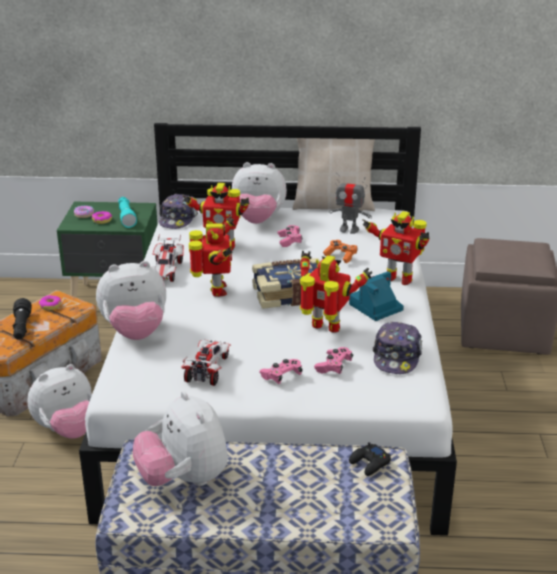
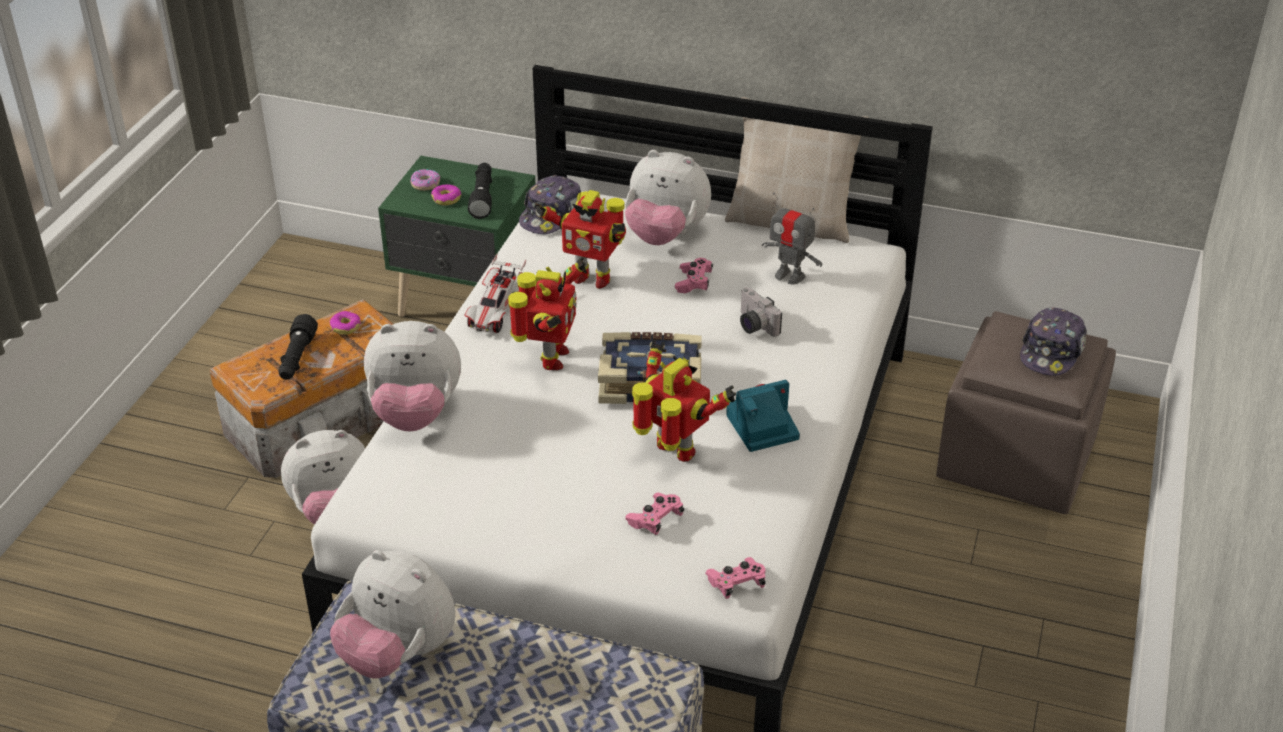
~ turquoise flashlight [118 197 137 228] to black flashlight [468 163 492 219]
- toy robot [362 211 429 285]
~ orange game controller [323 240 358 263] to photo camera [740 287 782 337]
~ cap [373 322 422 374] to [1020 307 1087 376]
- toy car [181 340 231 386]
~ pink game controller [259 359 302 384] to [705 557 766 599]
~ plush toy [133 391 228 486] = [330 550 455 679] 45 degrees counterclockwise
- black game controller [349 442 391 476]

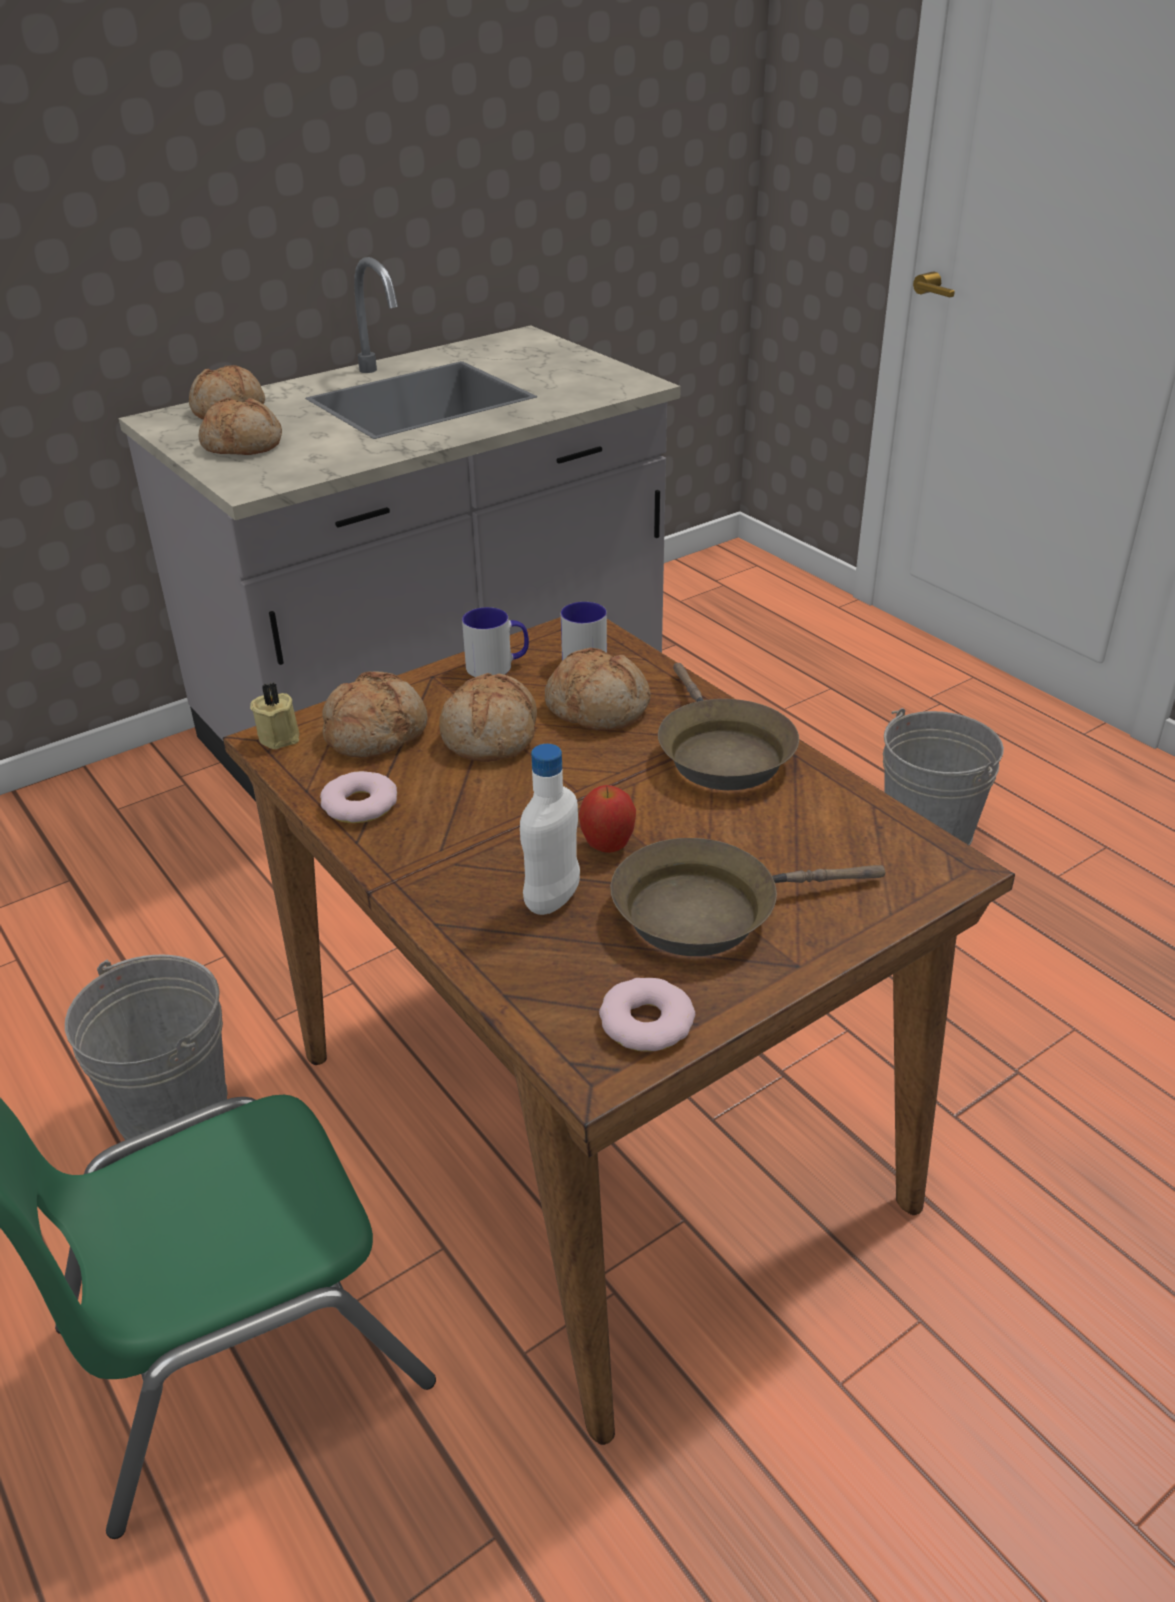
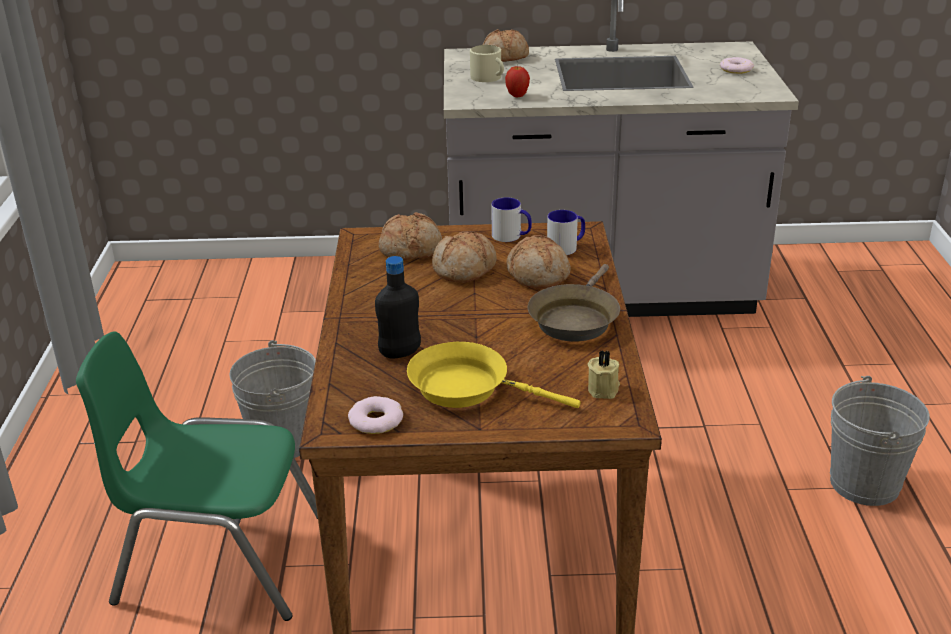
~ bread [199 398 282 455] to beige mug [470 45 504 82]
~ beige candle [250 683 299 749] to [588 350 620 399]
~ white bottle [520 744 580 915] to black bottle [375 256 421 358]
~ donut [320 771 397 823] to [720 57 754 74]
~ apple [579 785 636 853] to [505 64 530 97]
~ brown frying pan [610 838 885 956] to yellow frying pan [407 342 581 408]

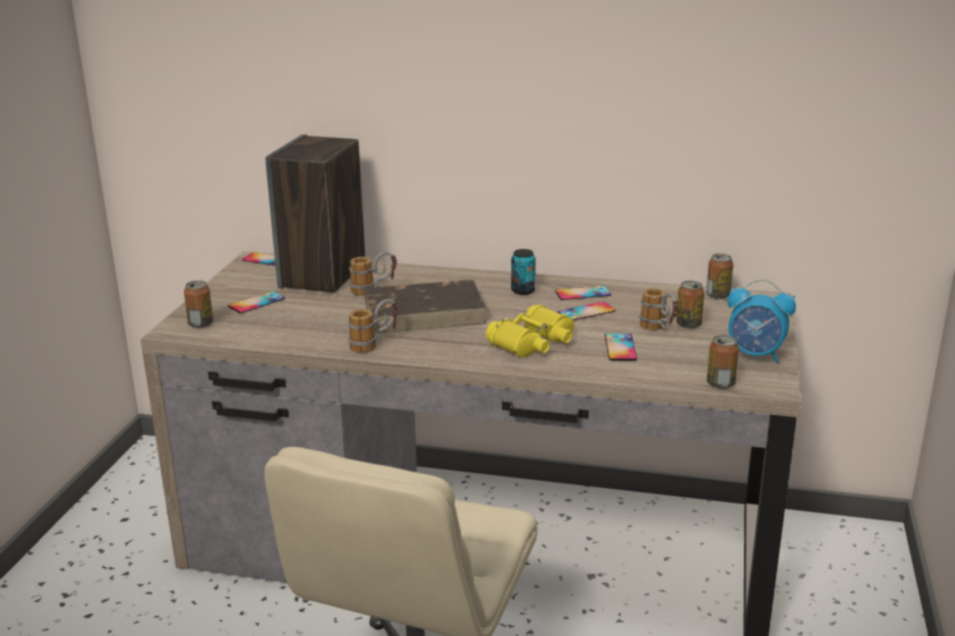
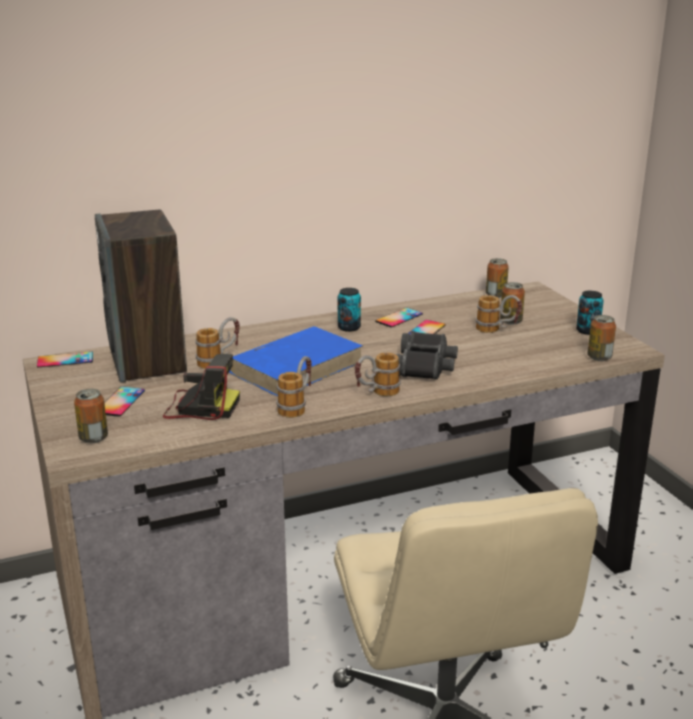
~ alarm clock [727 279 796 363] to can [576 291 604 335]
~ brown book [364 280 486 333] to blue book [229 326 363 397]
~ yellow binoculars [486 305 574 357] to black binoculars [395 331 458 380]
- phone [605 333 637 361]
+ mug [355 353 401 396]
+ photo camera [163 354 240 420]

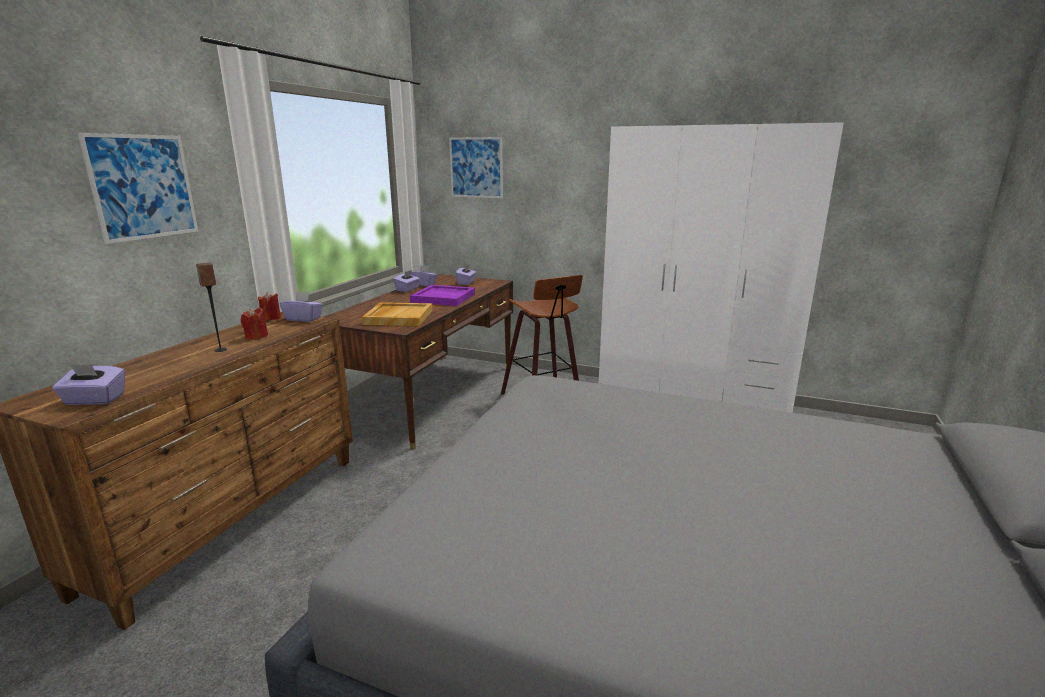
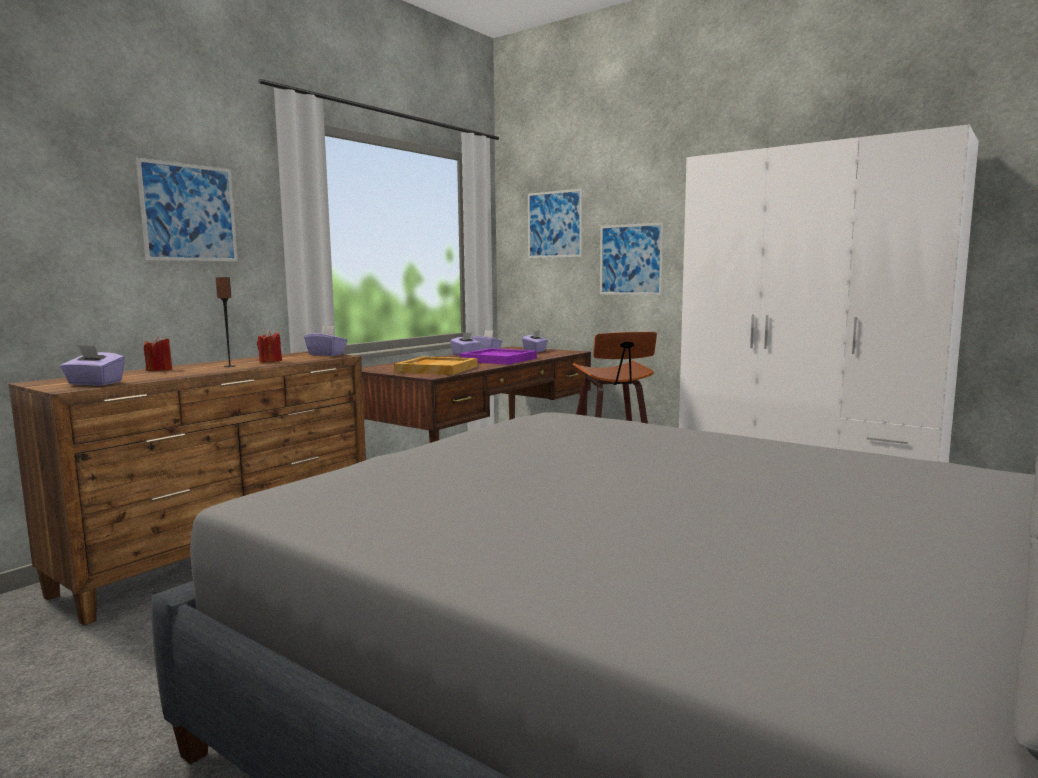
~ red candle [258 292 281 320] to [144 336 172 371]
+ picture [600 222 664 295]

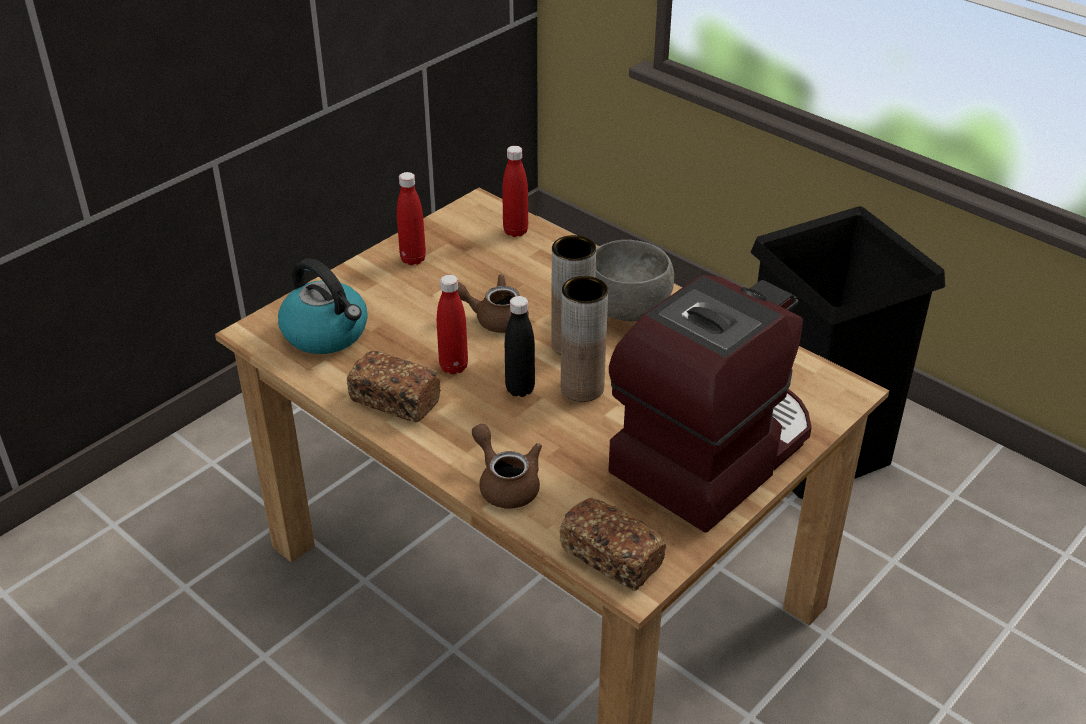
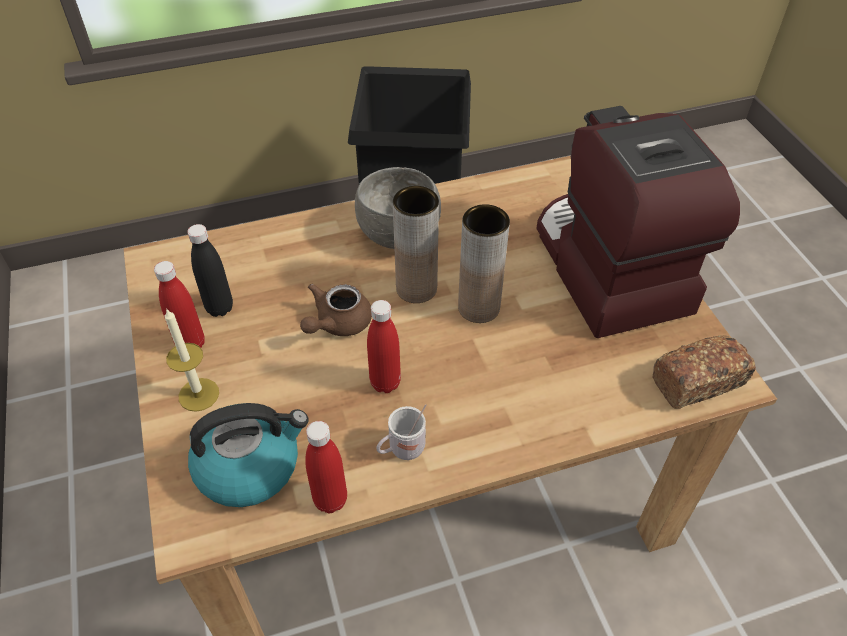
~ red bottle [502 146 528 237] to [305 421 347 513]
~ black bottle [505 296 535 397] to [187 224 233 317]
~ bread [347 351 441 422] to white mug [377 404 427 460]
- brown teapot [472 424 542 509]
+ candle [165 308 219 412]

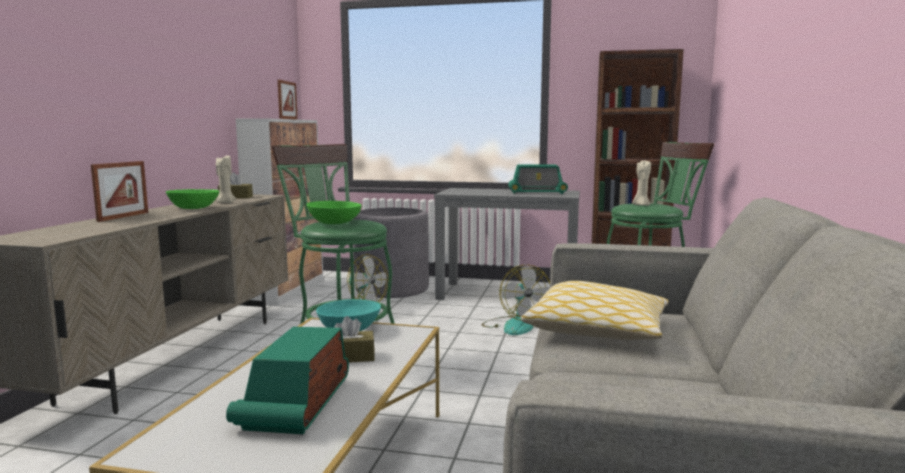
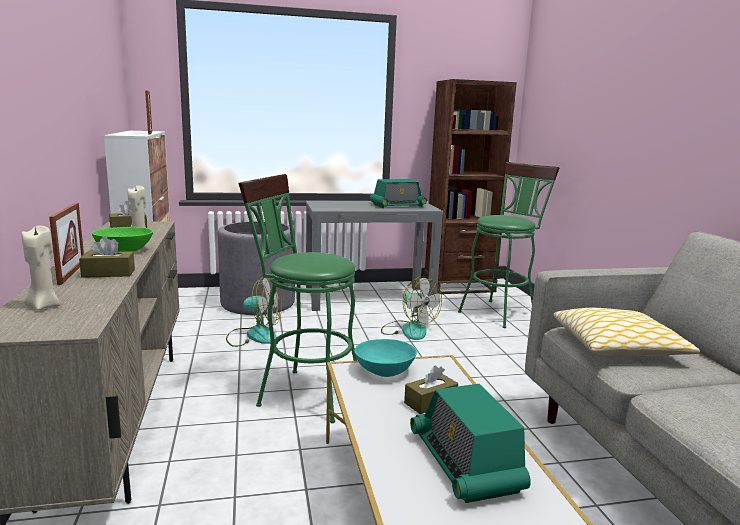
~ beige candle [632 160 651 206] to [21 226 60 310]
- green bowl [306 201 362 224]
+ brown tissue box [79 236 135 278]

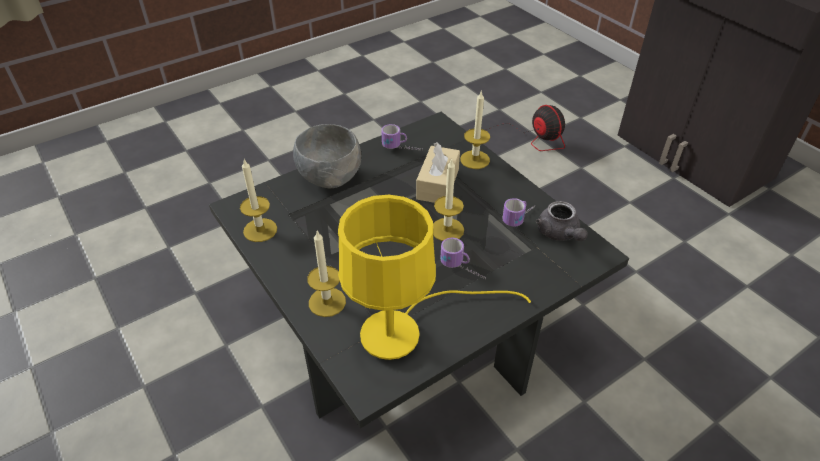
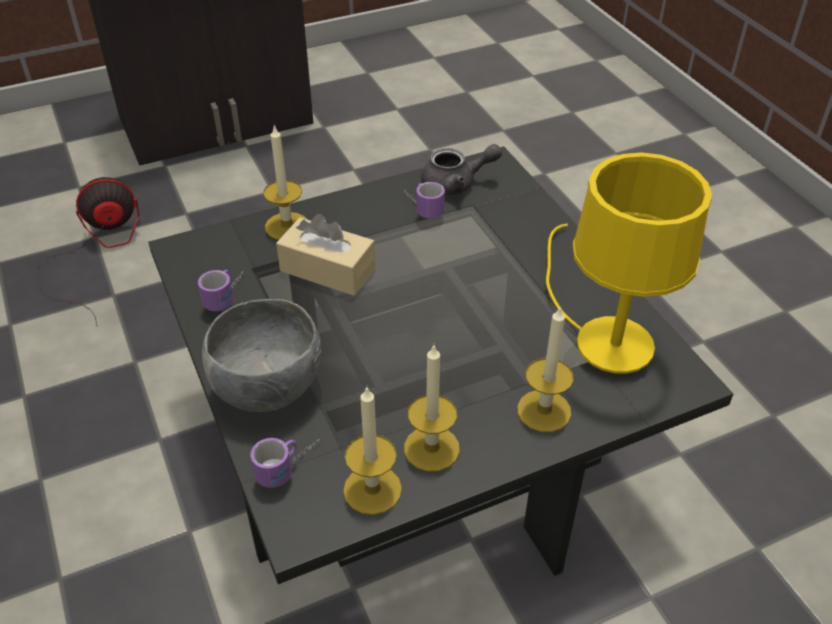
~ candle [433 158 464 241] to [404 344 460 472]
~ mug [440 238 486 280] to [250 438 320 488]

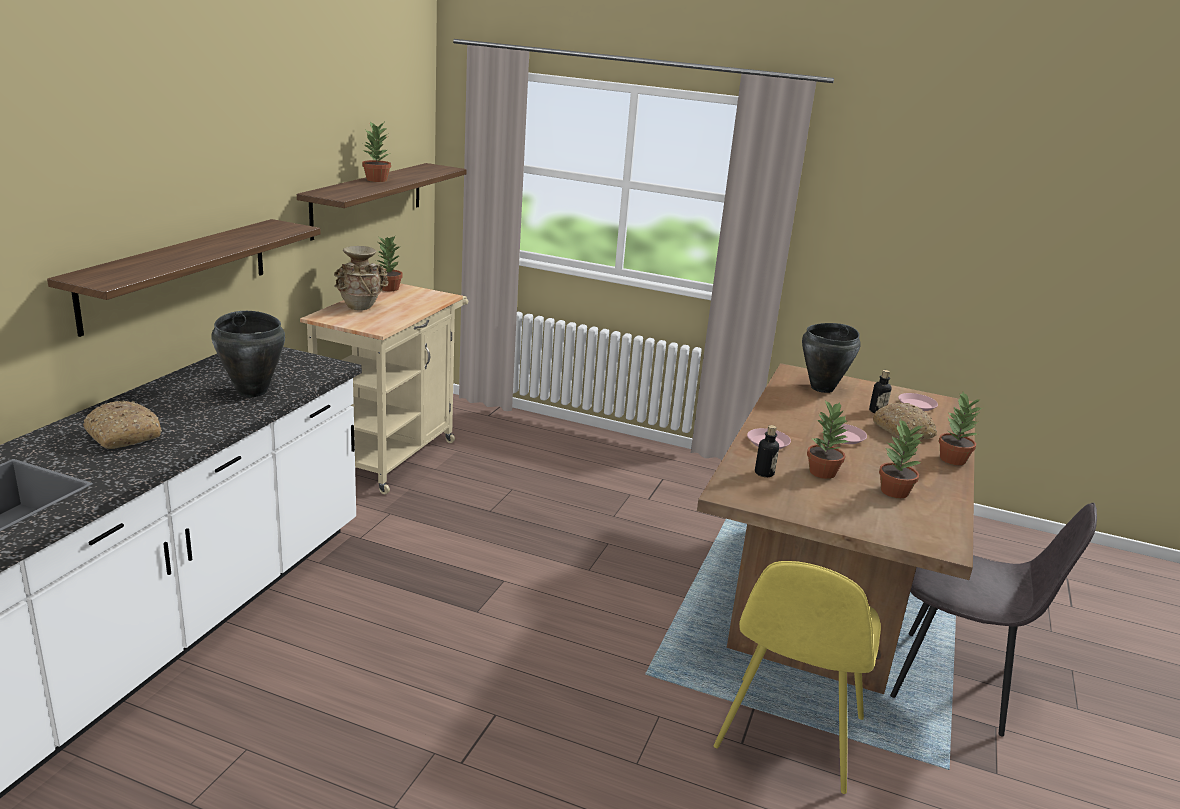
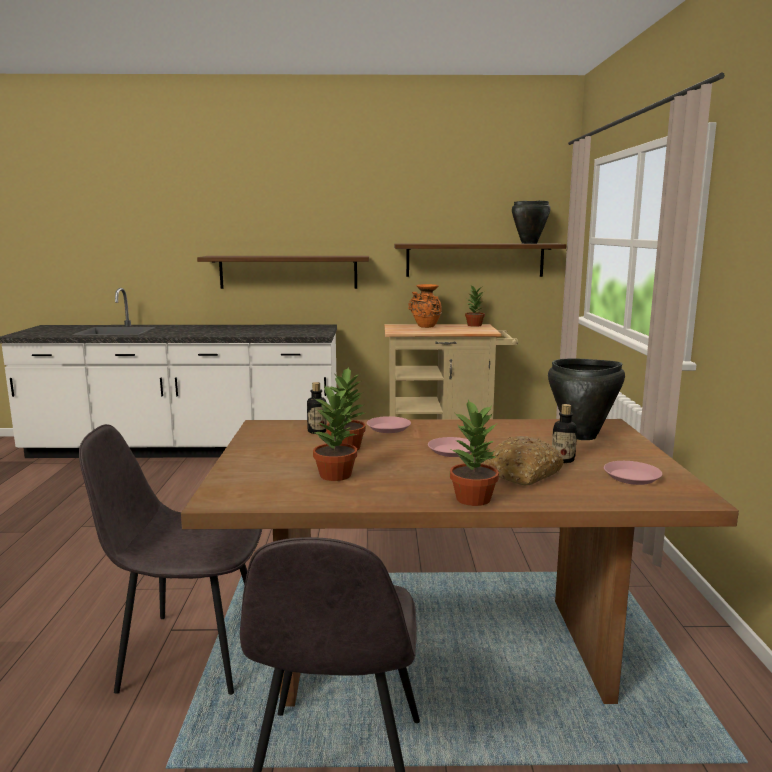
- potted plant [362 121 391 182]
~ beige vase [334 246 389 310] to orange vase [408 284 442 328]
~ black cooking pot [211 311 285 397] to [512 201 551 244]
- bread [83 400 162 449]
~ yellow chair [714 561 881 794] to grey chair [79 424 262 695]

